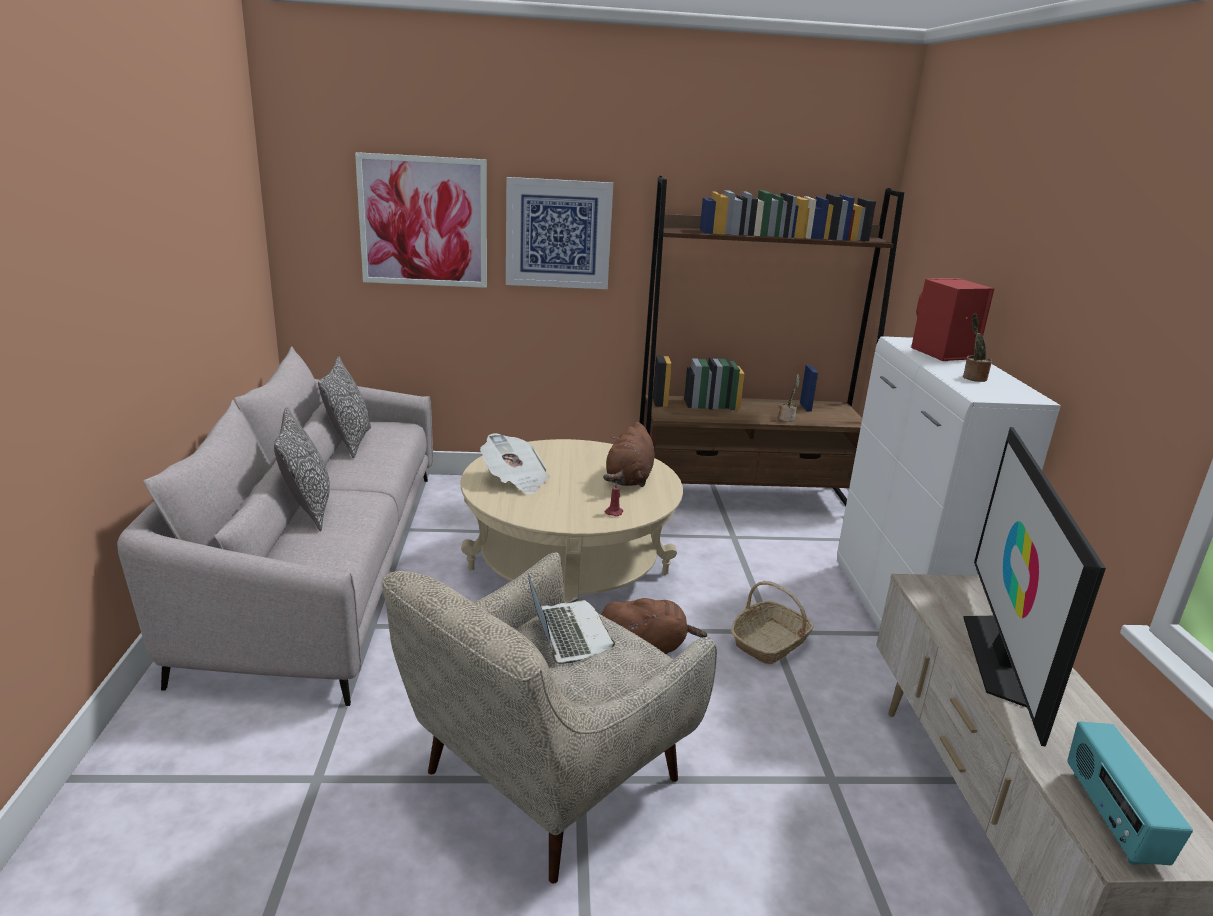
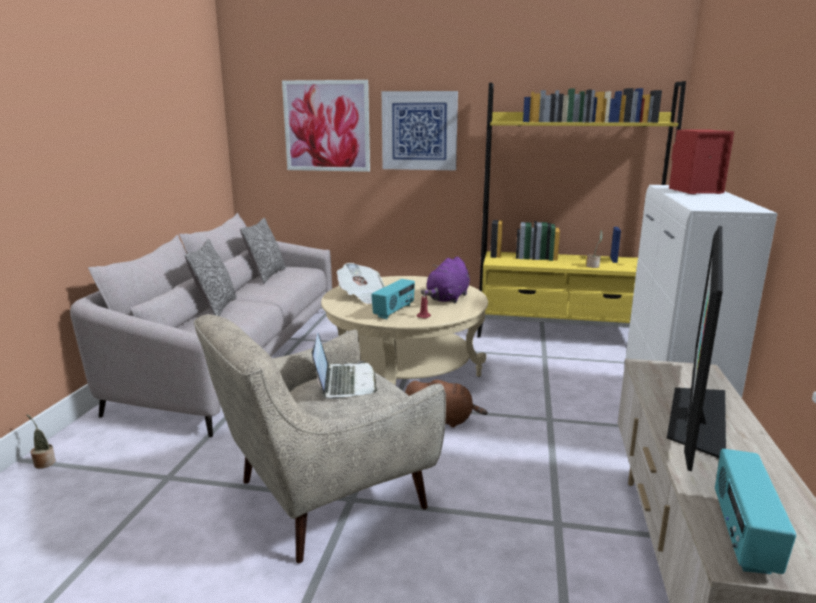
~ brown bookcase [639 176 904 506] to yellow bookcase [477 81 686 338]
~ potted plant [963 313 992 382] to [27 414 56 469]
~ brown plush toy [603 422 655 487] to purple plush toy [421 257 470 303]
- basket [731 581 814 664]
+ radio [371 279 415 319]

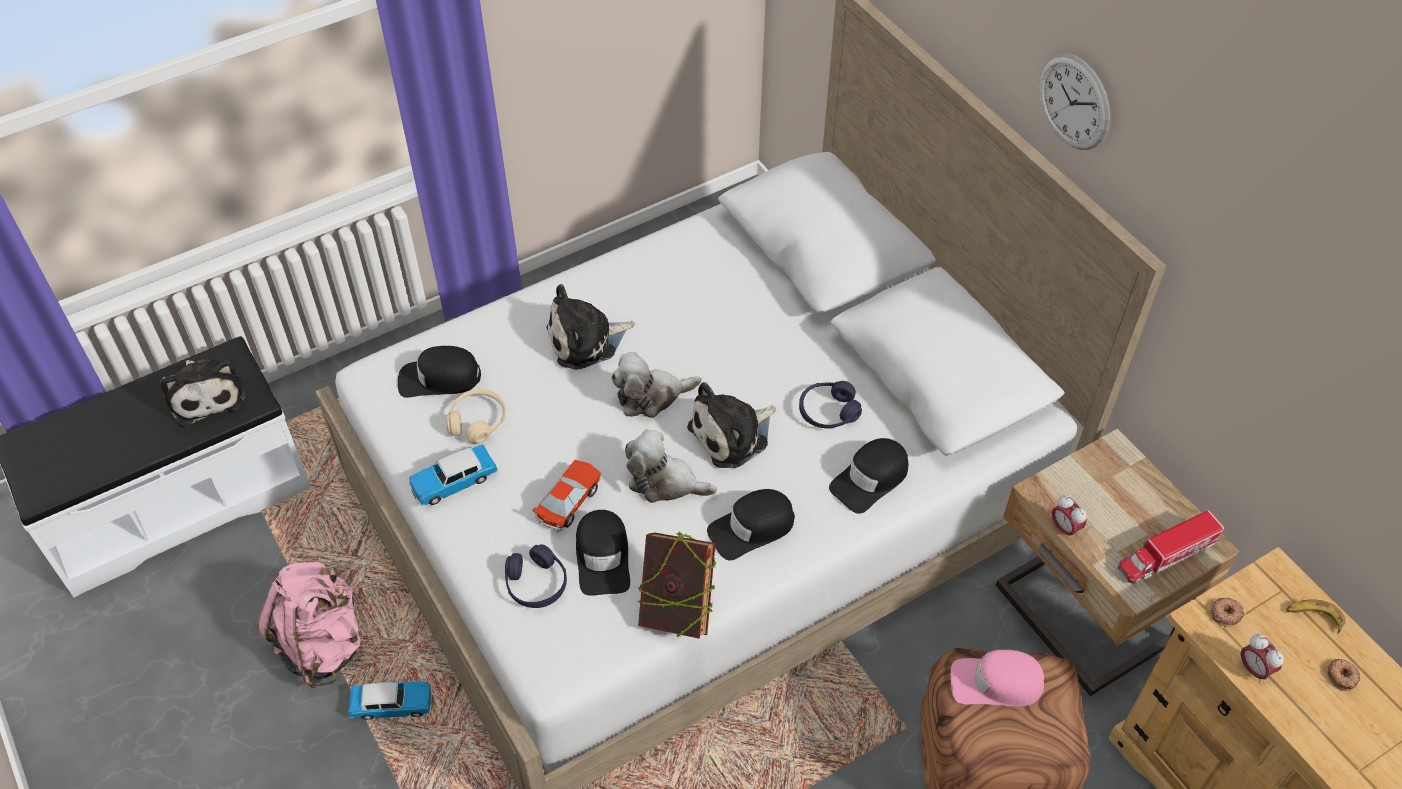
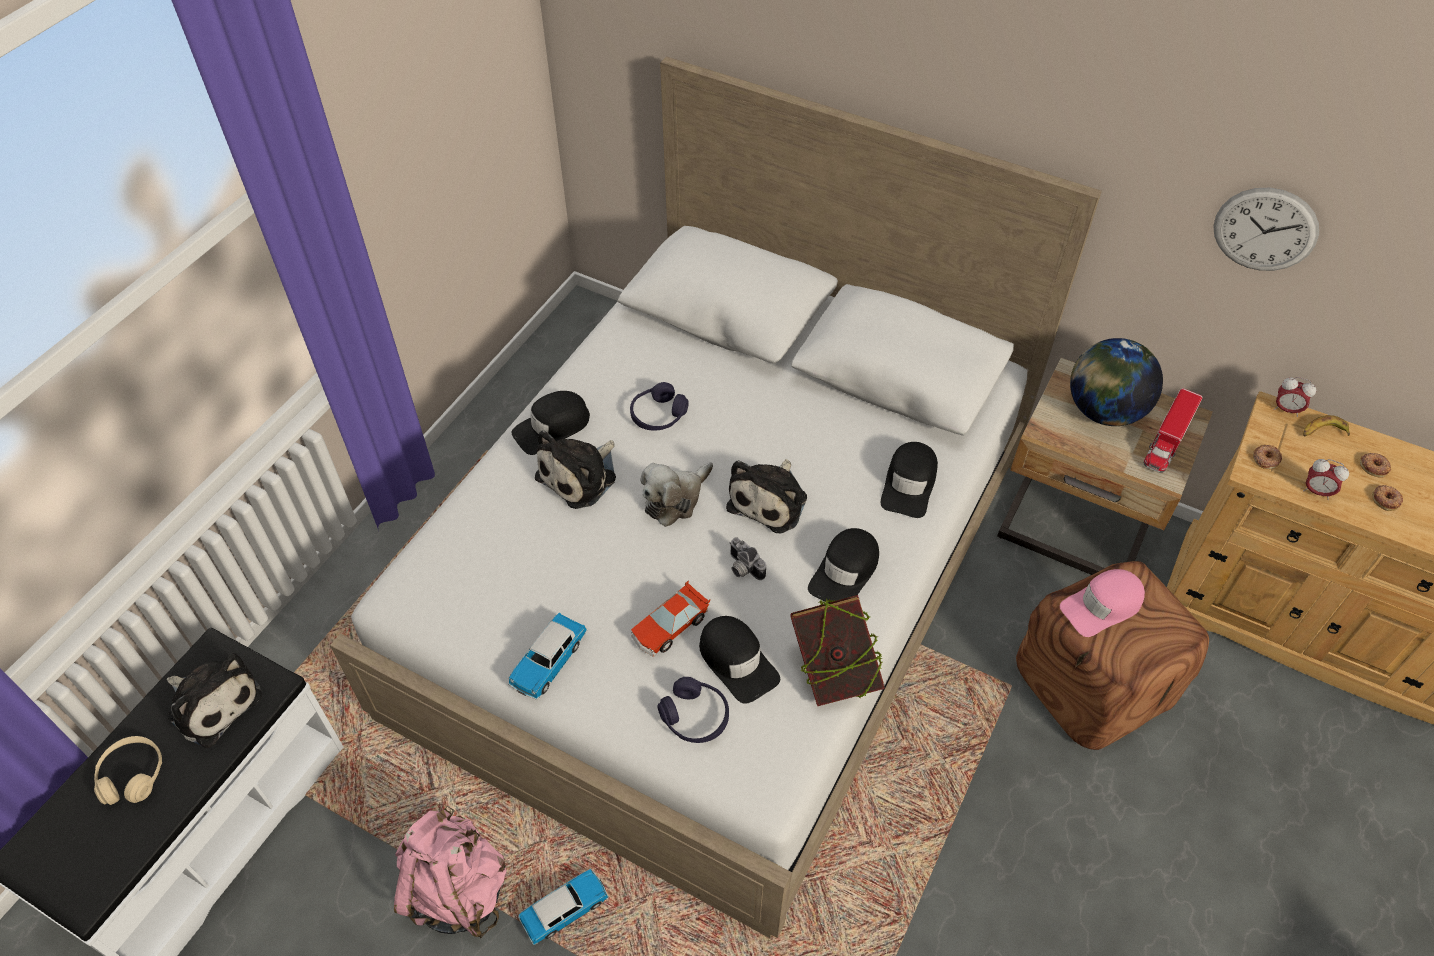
~ wall clock [1039 53 1110 150] to [1213 188 1319 271]
~ black cap [398 346 481 398] to [512 391 590 455]
~ purple headphones [799 381 862 428] to [630 382 689 430]
~ beige headphones [446 389 506 444] to [94 736 162 805]
~ plush toy [625 429 717 503] to photo camera [730 537 766 580]
~ toy car [532 460 602 533] = [631 580 710 657] 135 degrees counterclockwise
~ alarm clock [1052 495 1087 540] to [1274 377 1316 417]
+ globe [1070 338 1163 426]
+ donut [1372 485 1403 511]

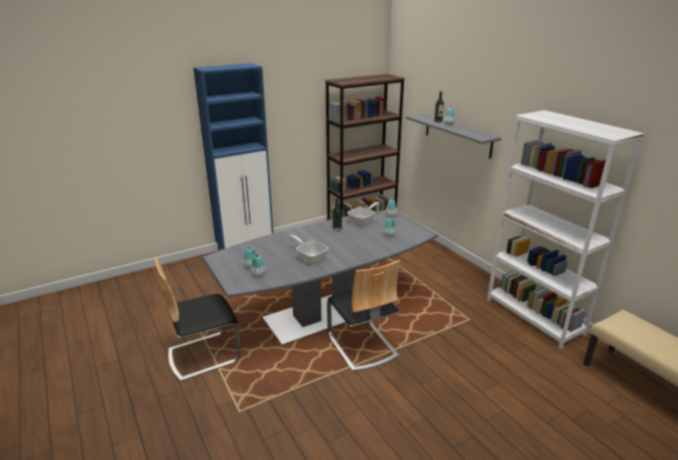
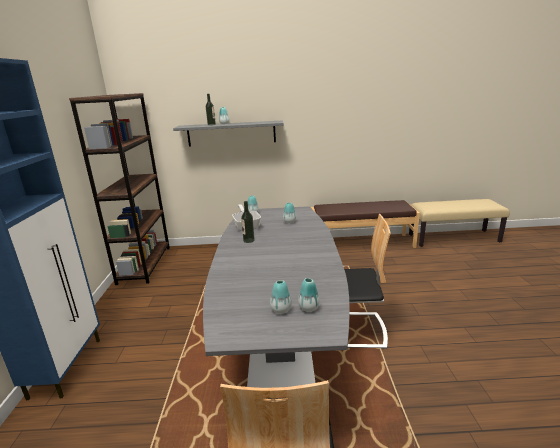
~ white bookcase [487 110 644 349] to brown bench [311 200 420 248]
- frying pan [289 235 329 264]

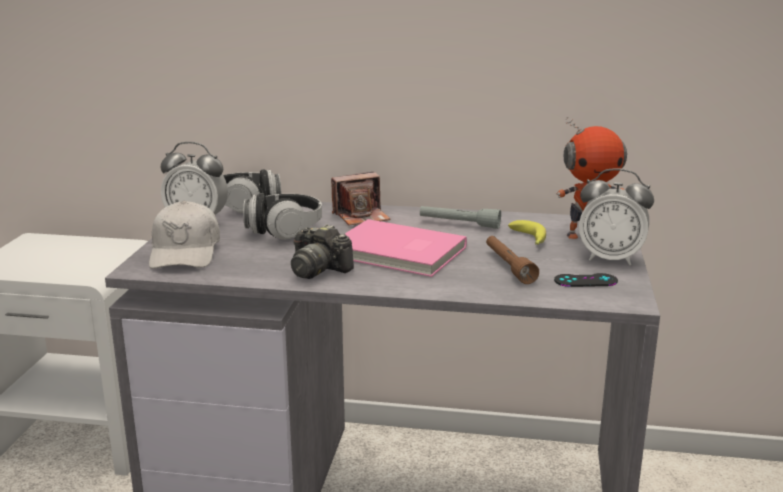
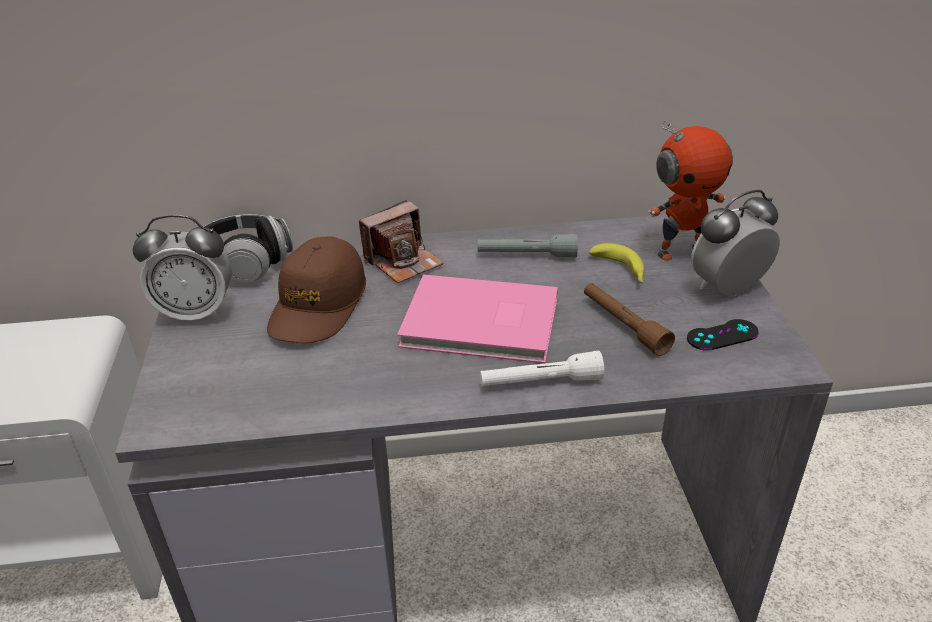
~ alarm clock [579 168 654 265] = [691 190 780 296] 150 degrees clockwise
~ headphones [243 193 322 240] to brown cap [267 236 366 343]
- white cap [149 201 220 269]
- photo camera [291 224 354 279]
+ white flashlight [480 350 604 386]

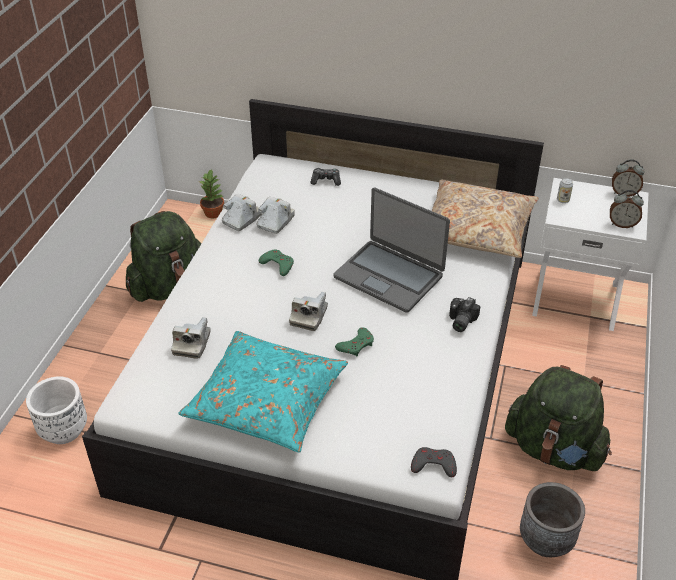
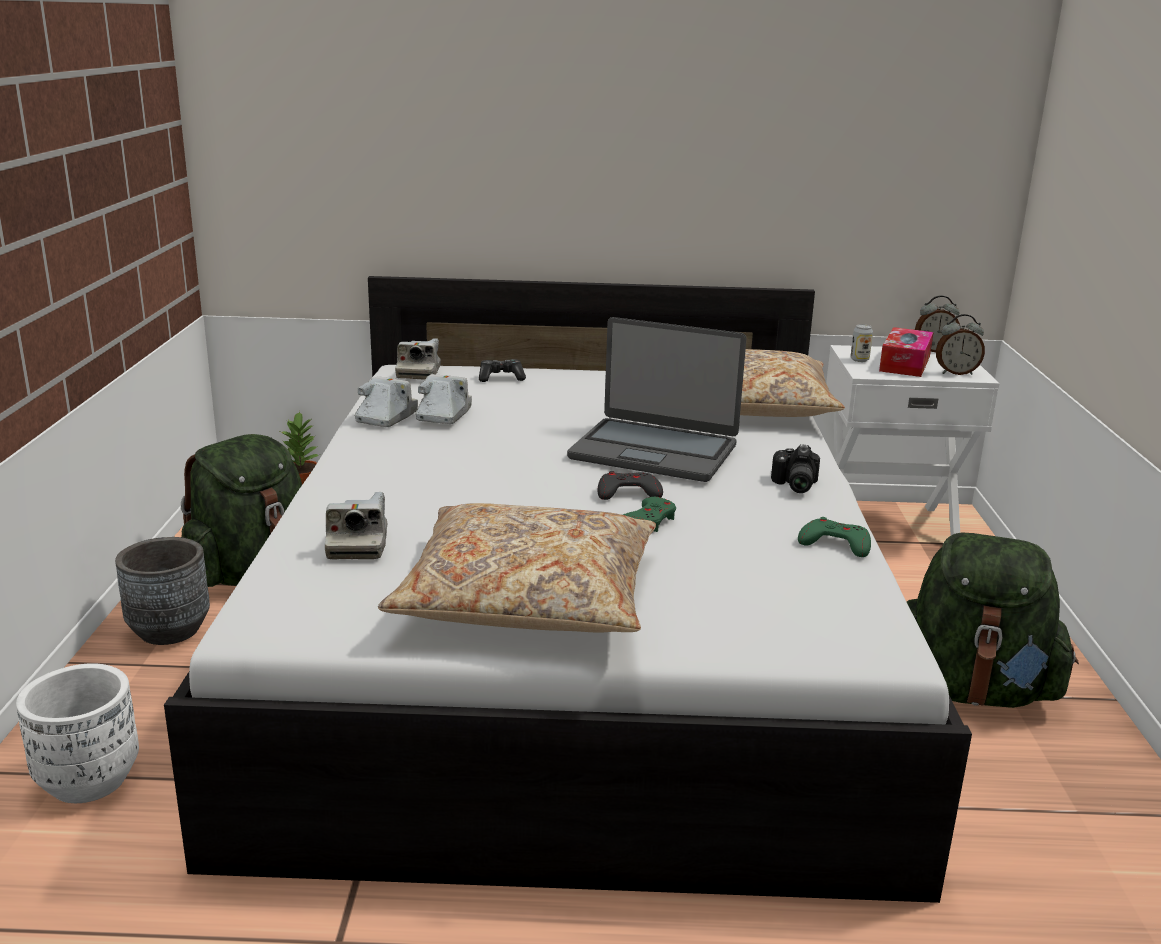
~ green game controller [259 250 294 276] to [798 517 871 557]
~ photo camera [289 292 328 331] to [395 338 441 380]
~ turquoise pillow [179 331 348 453] to beige pillow [378 503 656 633]
~ grey game controller [411 447 457 477] to [598 471 663 500]
~ grey planter [520 482 585 557] to [115 537 210 645]
+ tissue box [879 327 934 377]

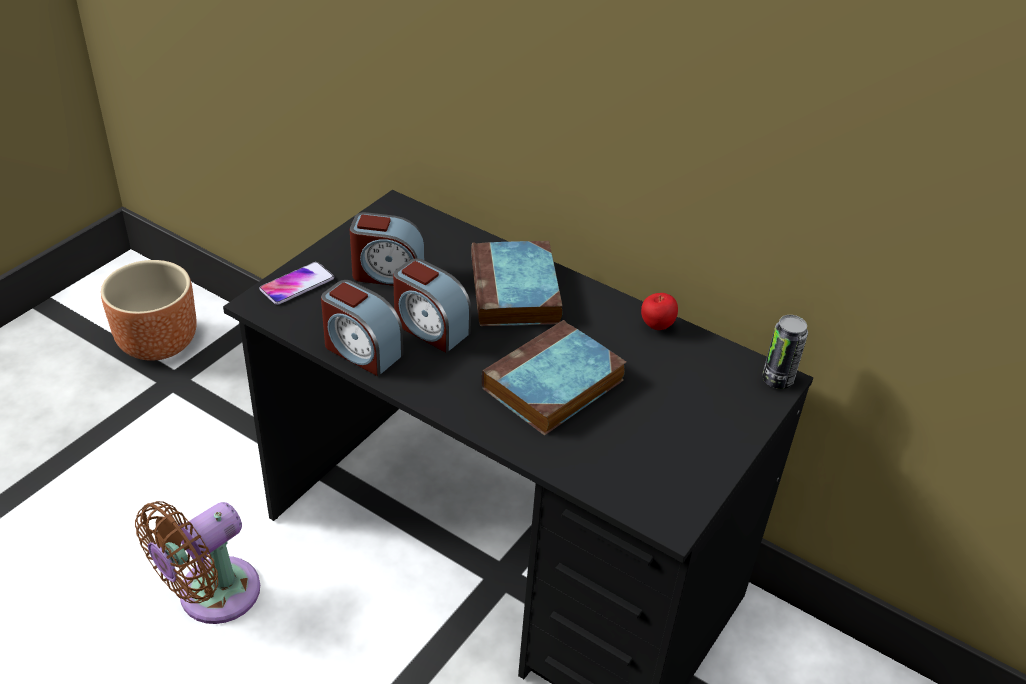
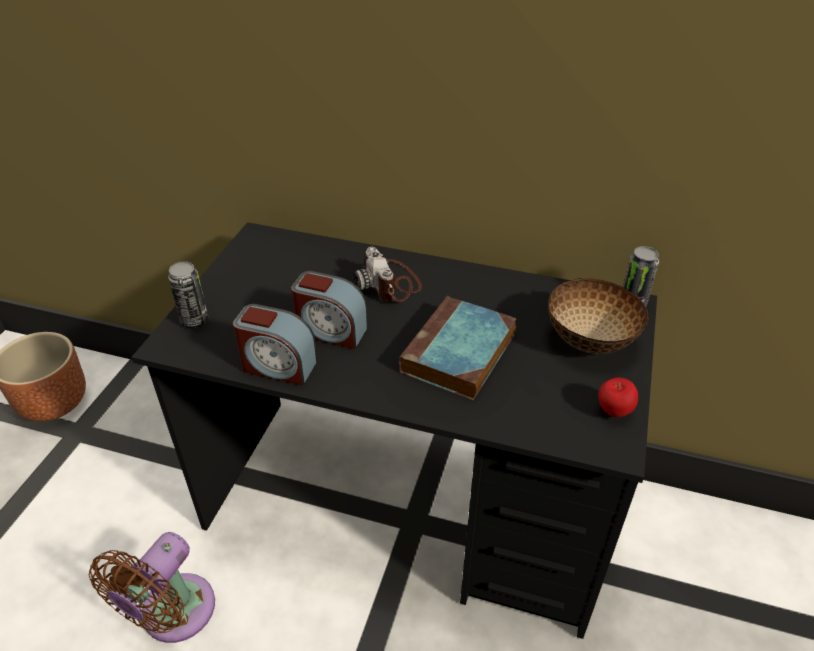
- alarm clock [350 212 425 286]
~ book [471 241 563 326] to photo camera [354 247 422 302]
~ phone [259 262 334 305] to can [168 261 208 328]
~ apple [641 293 678 330] to [598 377 638 417]
+ bowl [548 278 649 354]

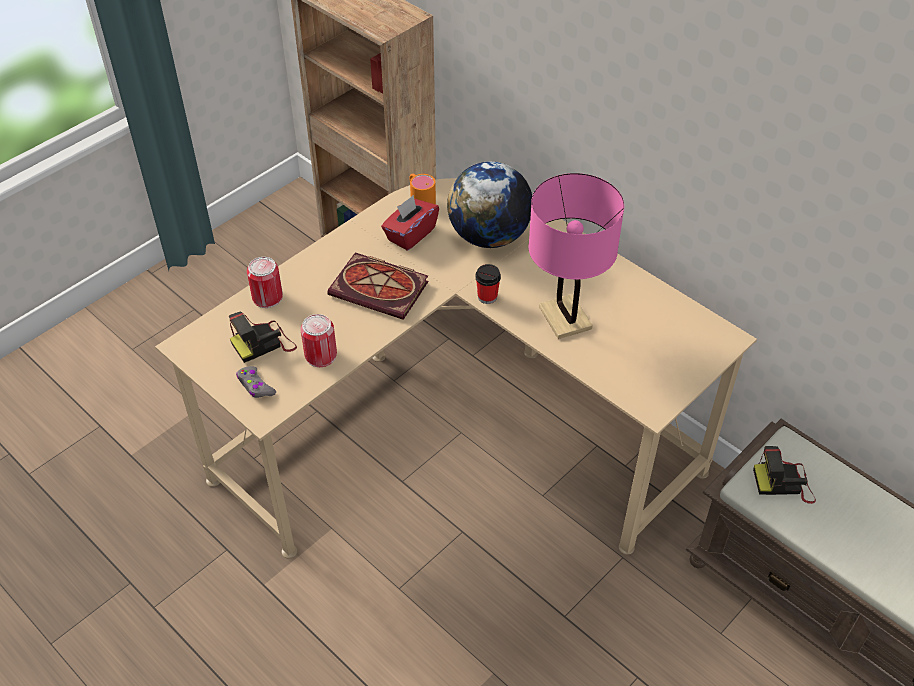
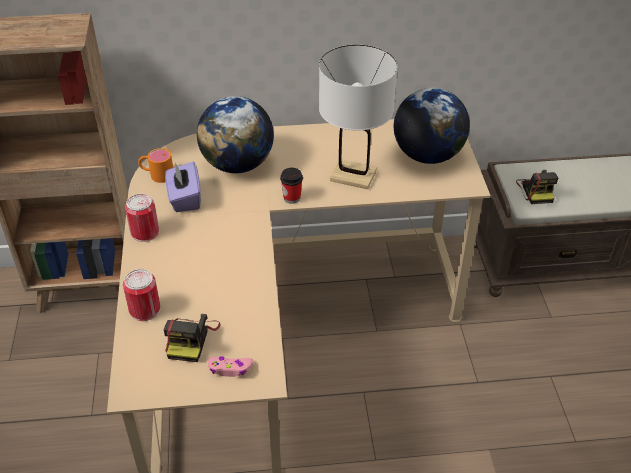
~ pink table lamp [528 173 624 339] to white table lamp [319 45 397 189]
~ red tissue box [381 195 439 250] to purple tissue box [165 161 201 212]
- book [327 253 428 320]
~ can [301 314 337 367] to [125 194 159 242]
~ grey game controller [236 366 276 398] to pink game controller [208 356 253 377]
~ photo camera [753 446 816 504] = [516 170 558 204] 45 degrees counterclockwise
+ globe [394 88 470 164]

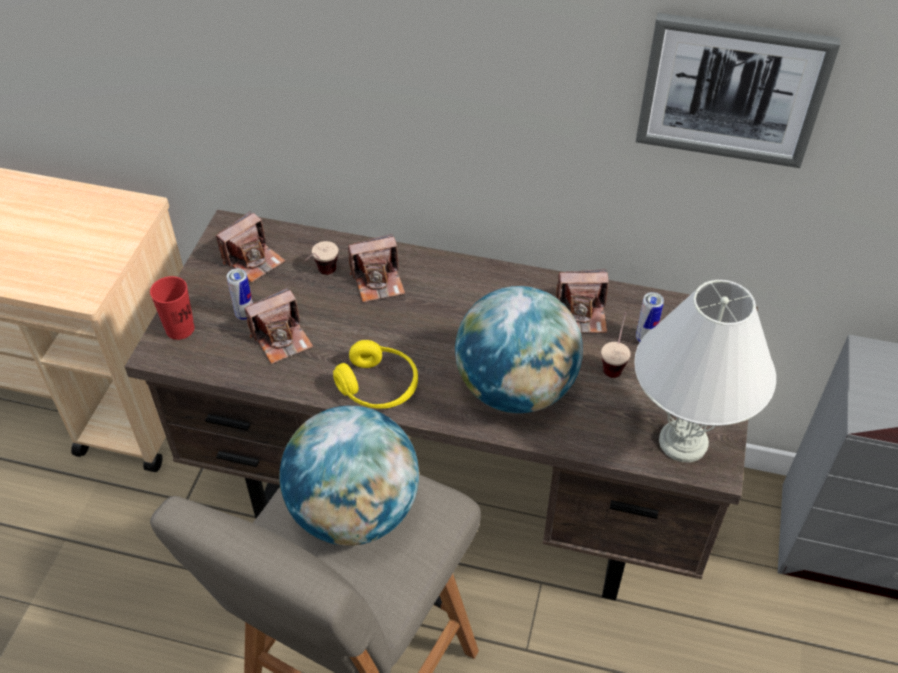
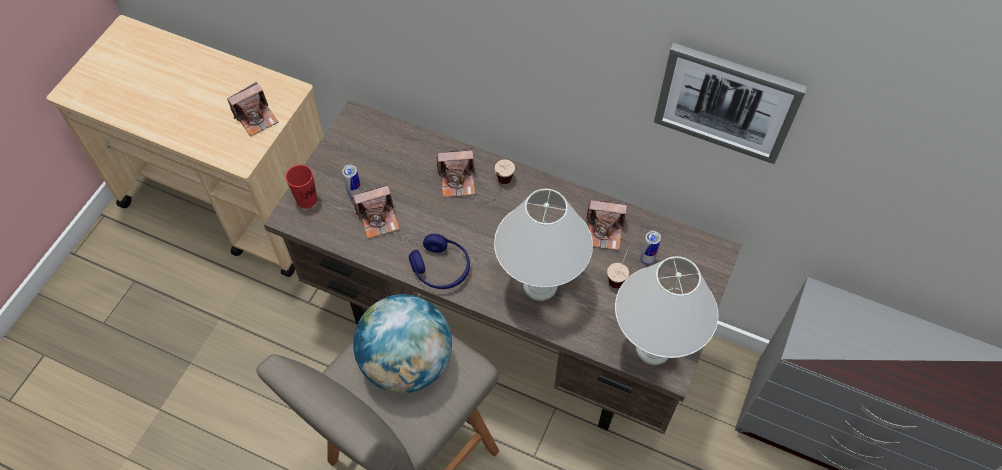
~ photo camera [216 211 285 283] to [227 82 278 137]
~ cup [305 241 338 275] to [489 159 515 184]
~ globe [455 286 583 413] to white table lamp [494 188 593 301]
~ yellow headphones [333 340 418 409] to blue headphones [409 234 470 289]

